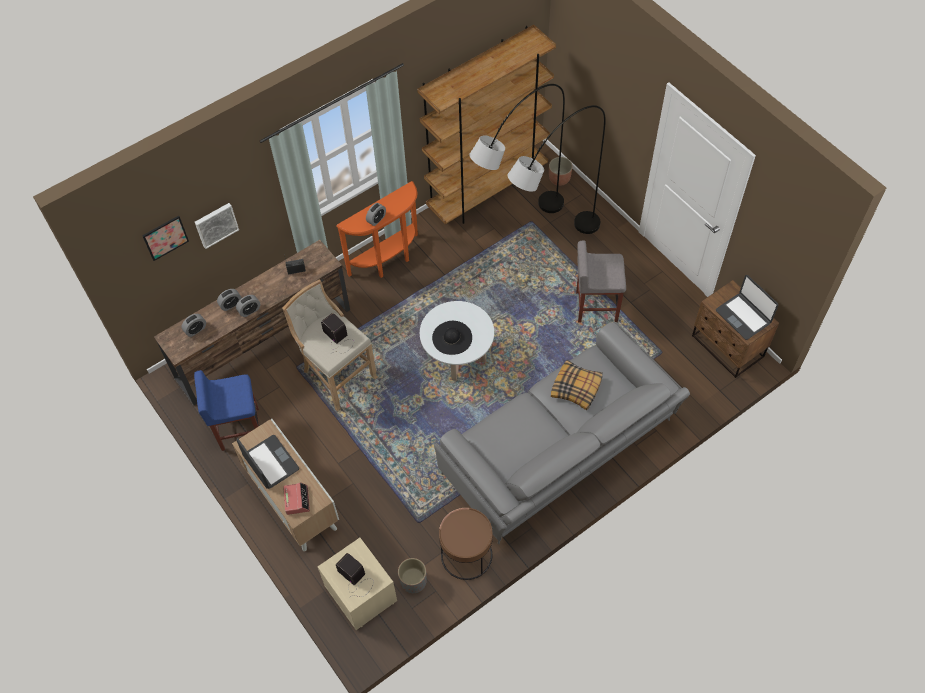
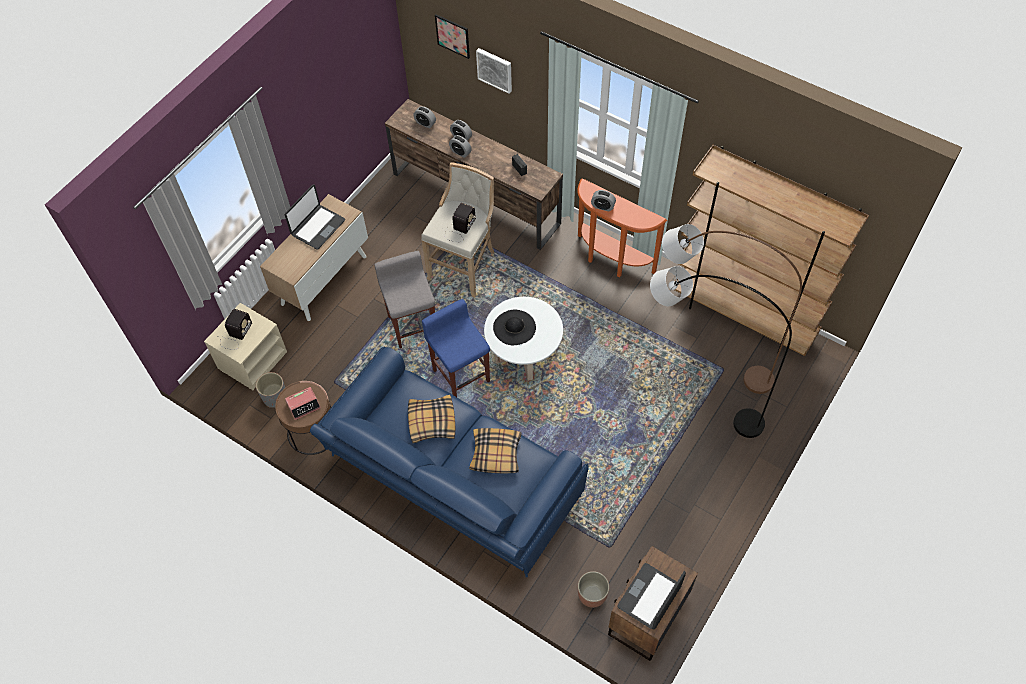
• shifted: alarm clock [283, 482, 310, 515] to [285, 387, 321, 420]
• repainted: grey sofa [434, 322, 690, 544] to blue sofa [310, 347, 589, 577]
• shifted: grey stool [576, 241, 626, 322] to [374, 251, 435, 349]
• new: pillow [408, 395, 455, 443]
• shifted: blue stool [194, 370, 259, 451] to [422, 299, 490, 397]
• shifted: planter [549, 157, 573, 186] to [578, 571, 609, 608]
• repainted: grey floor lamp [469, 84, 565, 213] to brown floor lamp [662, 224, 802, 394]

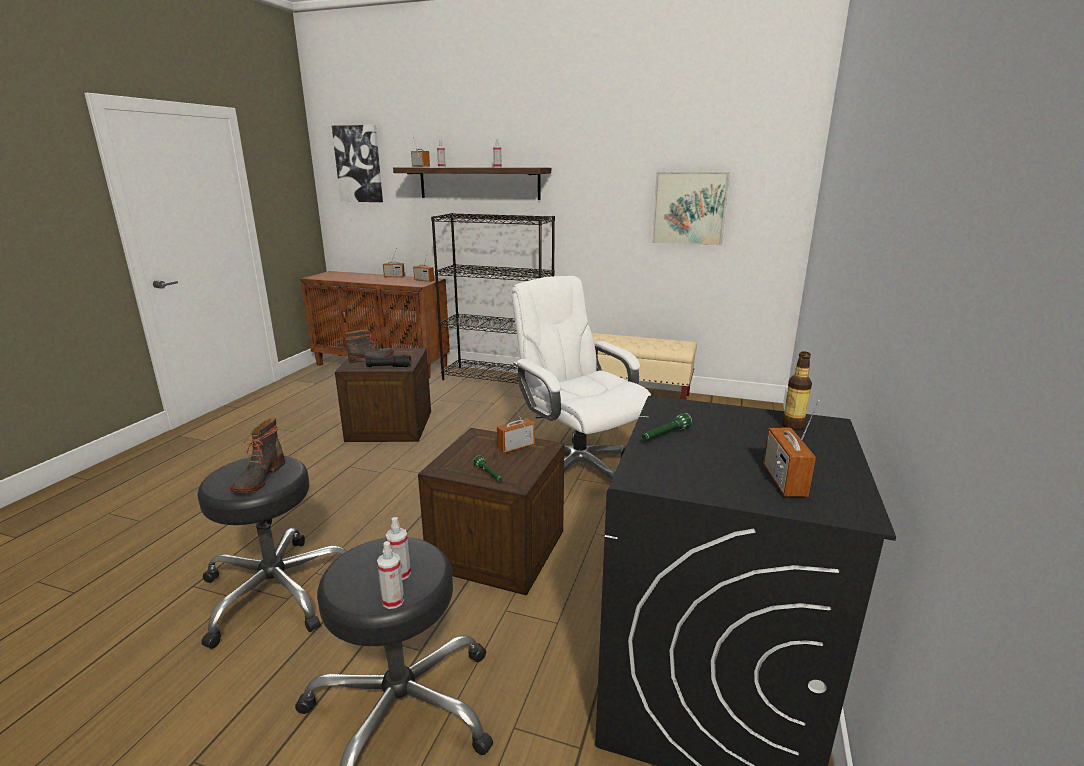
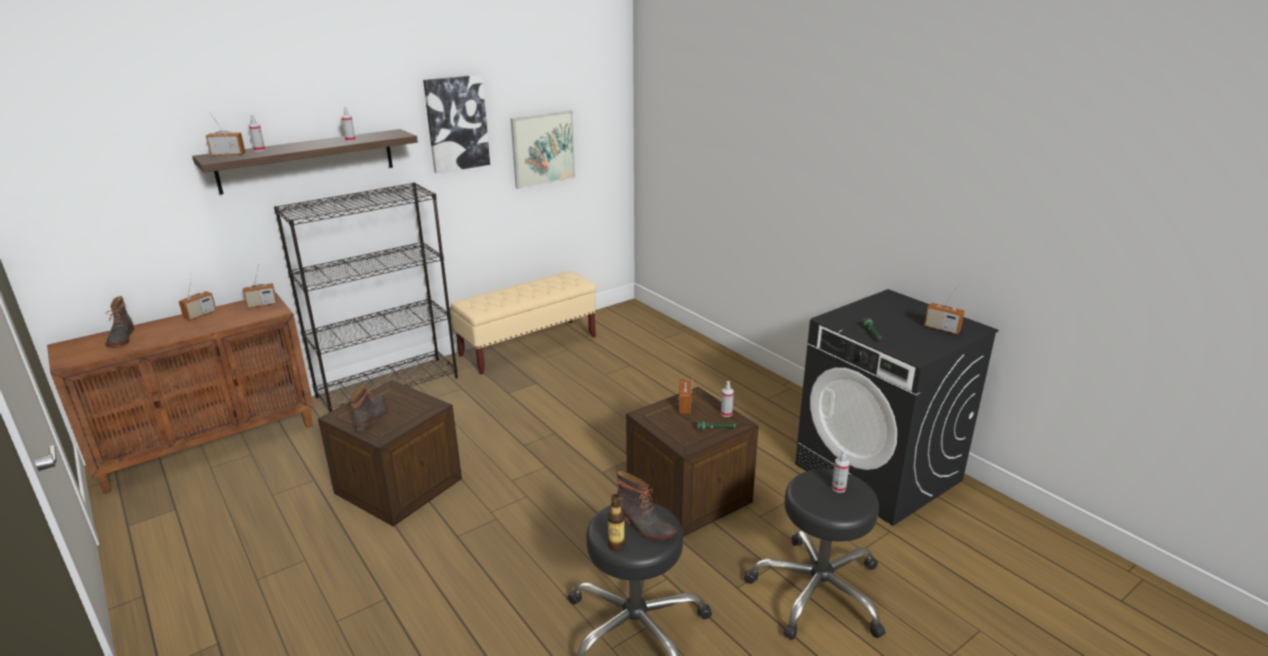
• new: boot [105, 296, 134, 346]
• shifted: picture [332, 125, 383, 202] to [423, 75, 490, 174]
• shifted: bottle [782, 351, 812, 430] to [607, 494, 625, 551]
• shifted: spray bottle [377, 541, 404, 609] to [721, 381, 734, 417]
• gone: black flashlight [366, 355, 411, 367]
• gone: white office chair [512, 276, 651, 480]

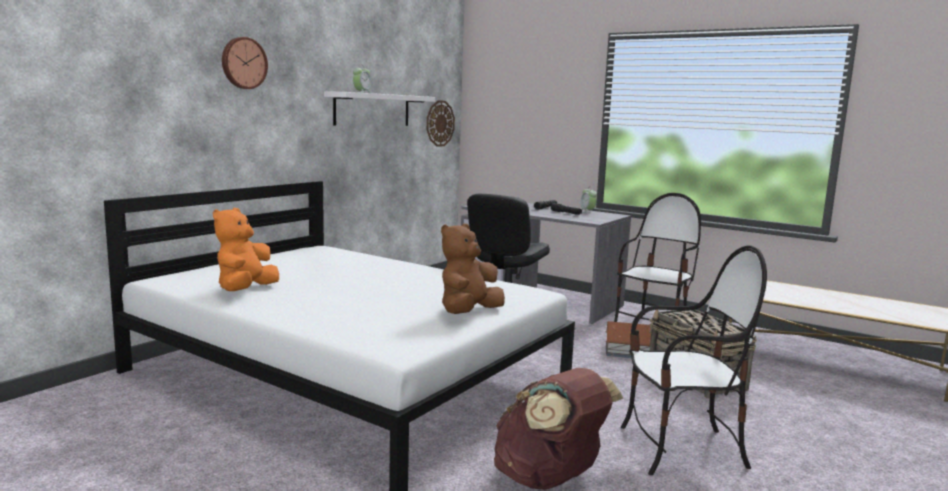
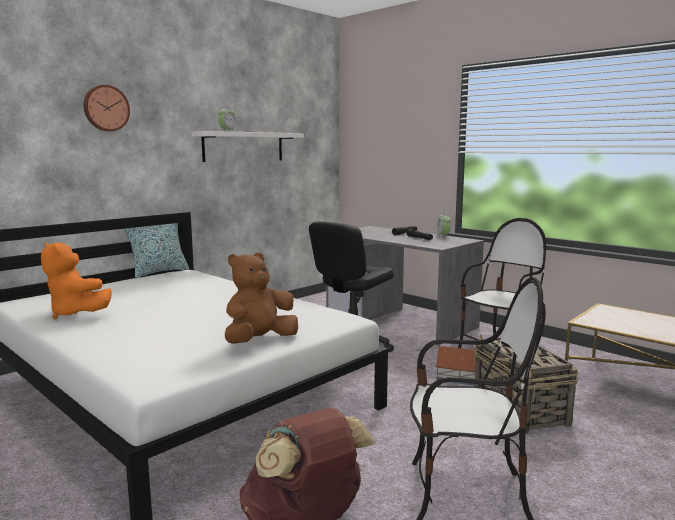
• rotated: orange plush toy [213, 208, 279, 291] = [41, 242, 112, 319] 75 degrees counterclockwise
• new: pillow [125, 223, 189, 278]
• gone: wall clock [427, 100, 455, 147]

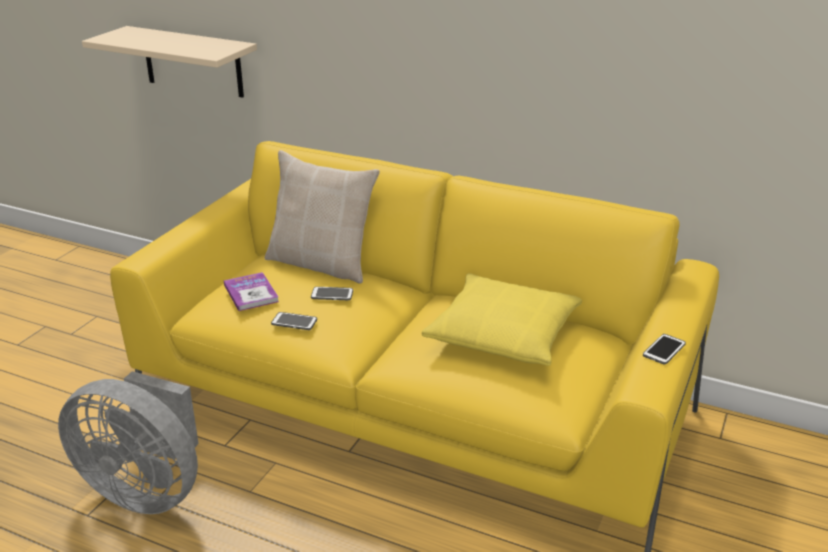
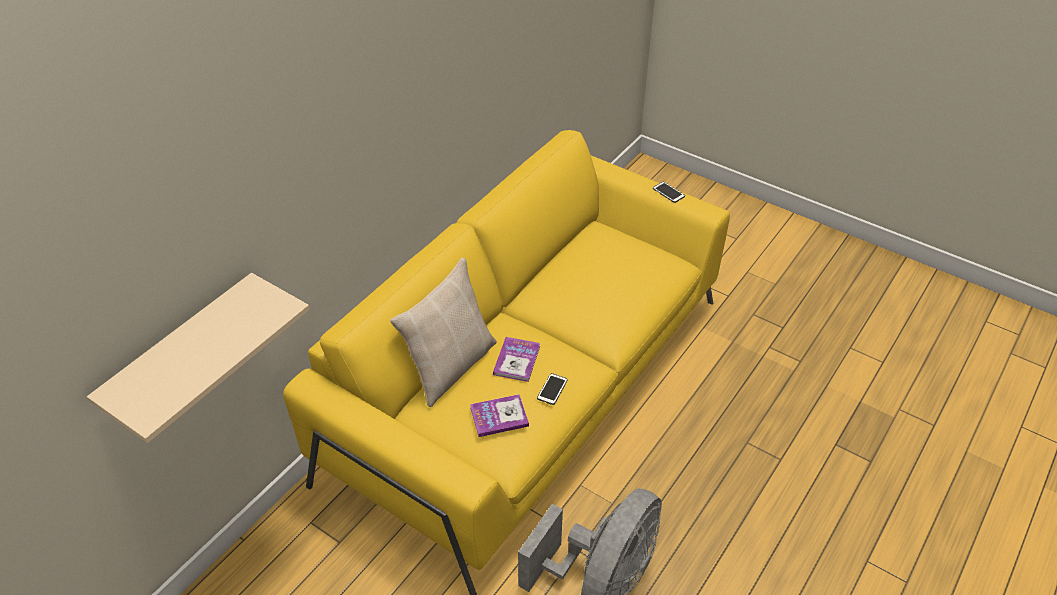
• swapped: phone [311, 287, 353, 300] to book [493, 337, 540, 382]
• gone: yellow pillow [422, 273, 582, 366]

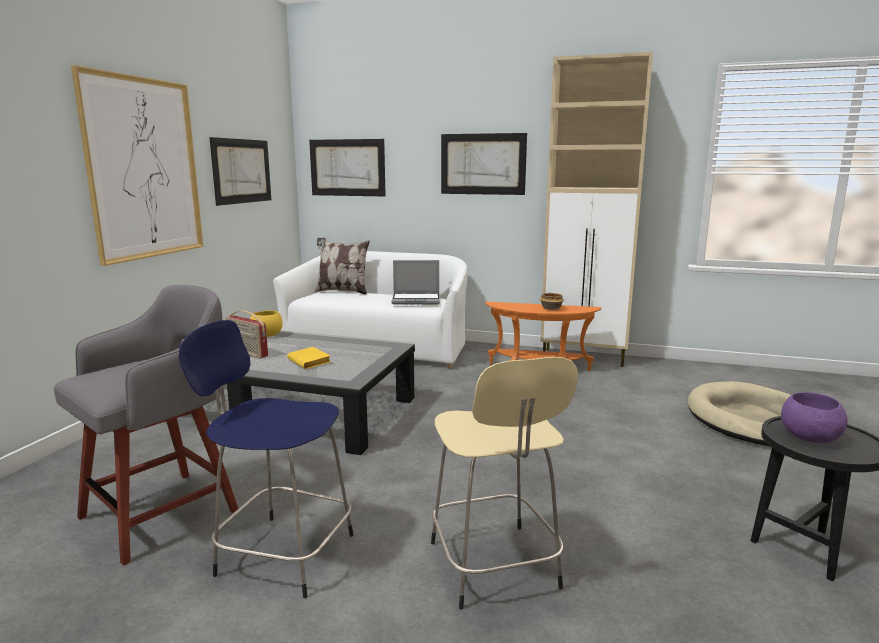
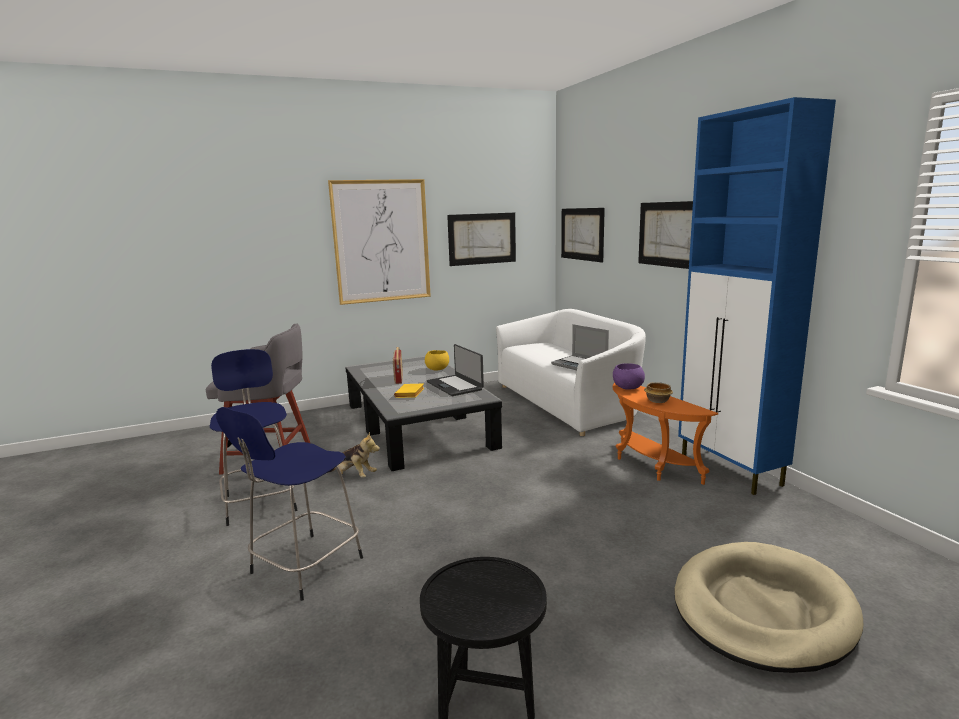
• repainted: beige stool [431, 357, 578, 610] to blue stool [216, 407, 363, 601]
• new: plush toy [327, 432, 380, 478]
• new: laptop [427, 344, 484, 396]
• shifted: purple bowl [781, 392, 848, 443] to [613, 363, 645, 390]
• repainted: beige cabinet [540, 52, 653, 367] to blue cabinet [678, 97, 836, 495]
• gone: pillow [315, 237, 370, 295]

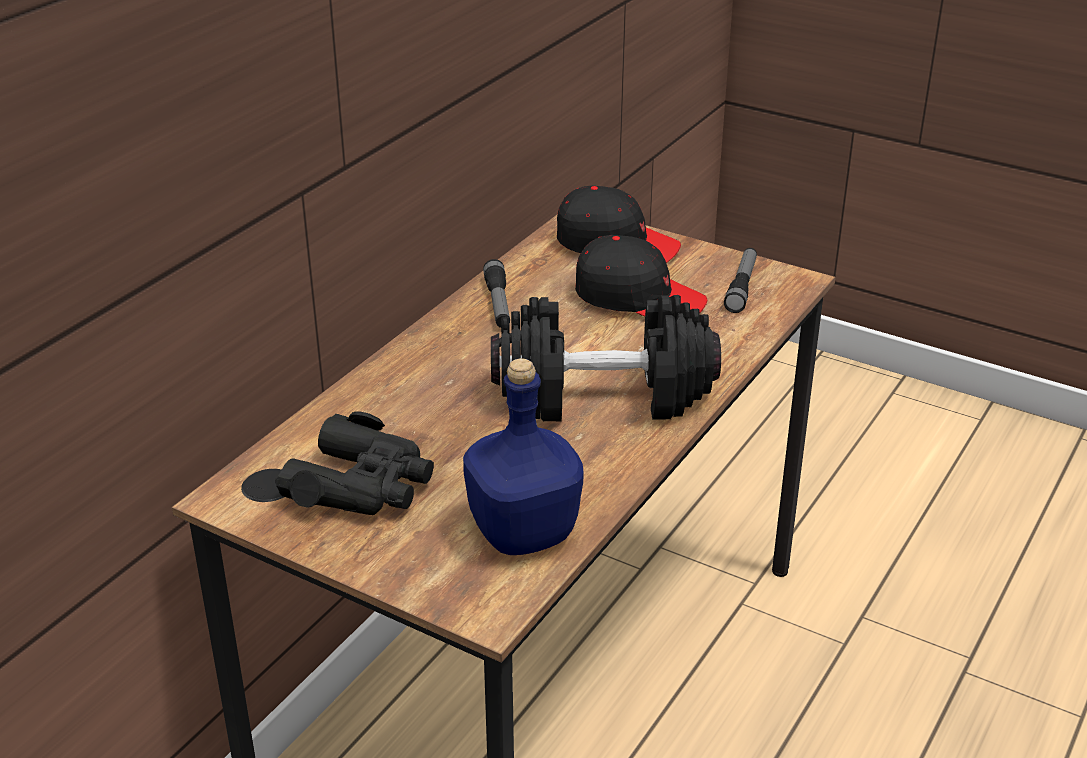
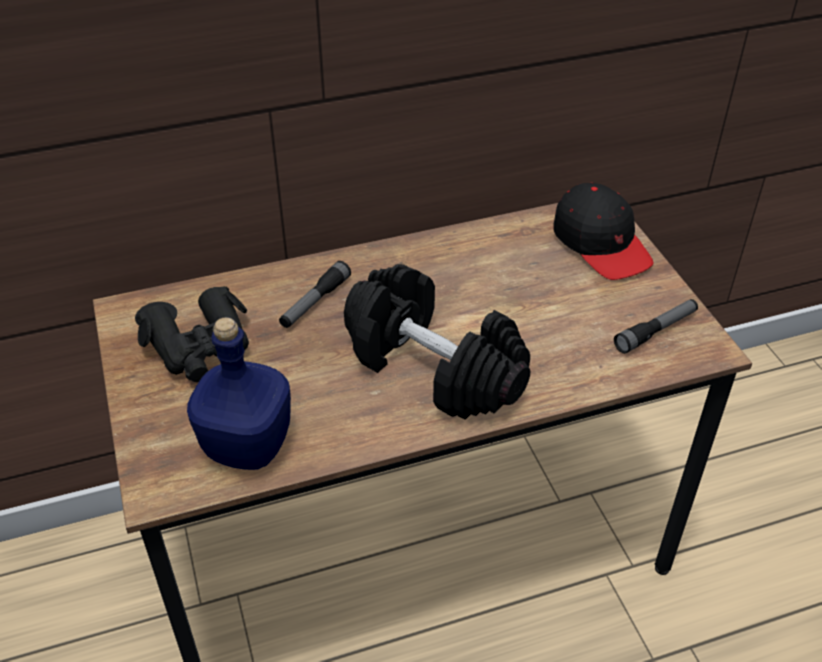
• shifted: flashlight [483, 259, 510, 328] to [279, 261, 351, 328]
• gone: black cap [575, 235, 707, 316]

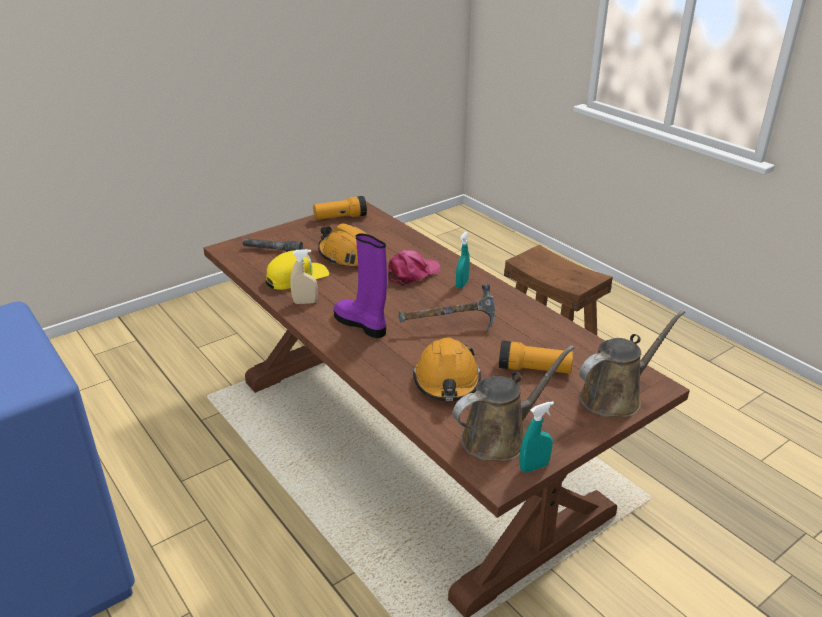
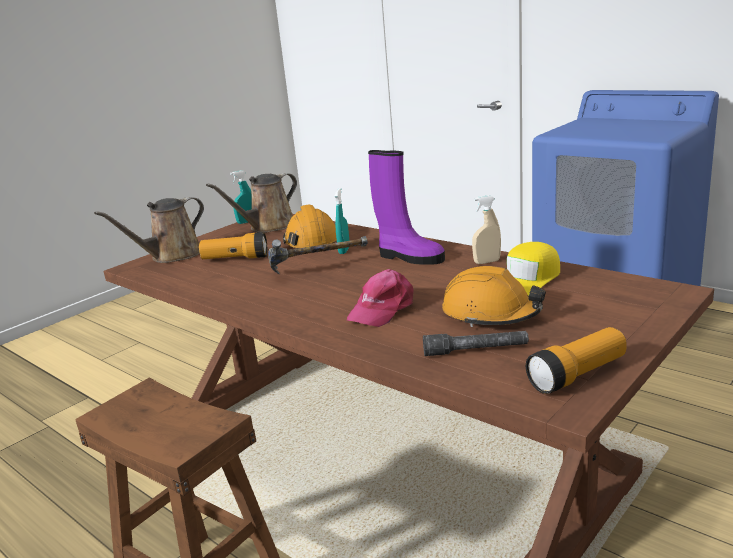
• shifted: turquoise spray bottle [456, 232, 470, 289] to [335, 188, 349, 254]
• shifted: grey flashlight [243, 238, 303, 252] to [423, 331, 529, 356]

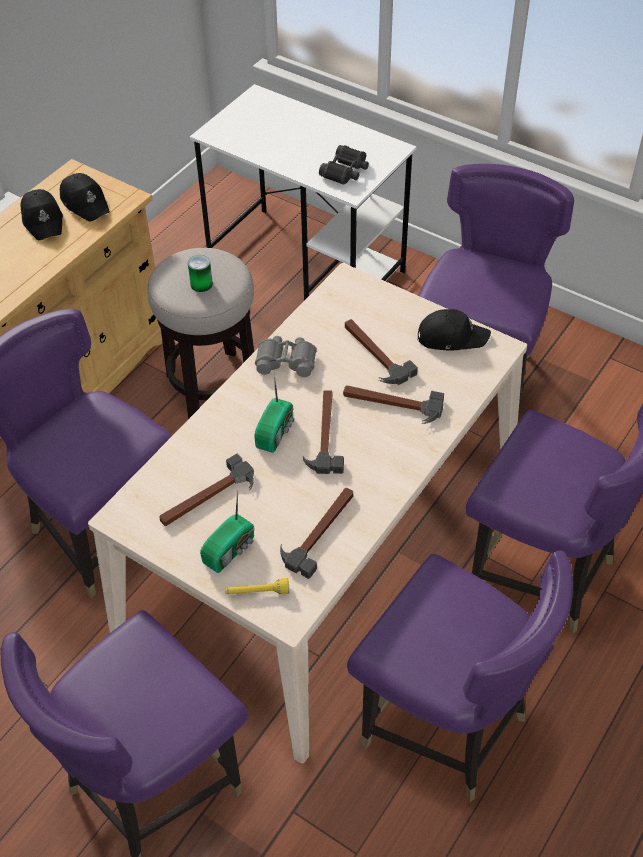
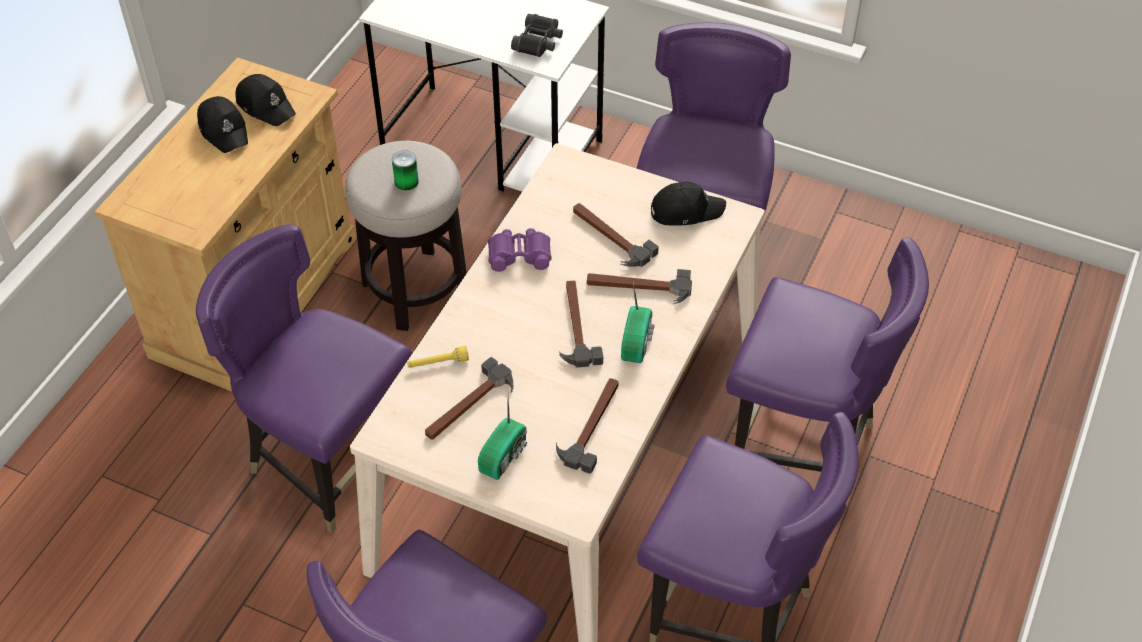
• shifted: yellow flashlight [225, 578, 290, 595] to [407, 346, 469, 368]
• repainted: grey binoculars [255, 336, 317, 377] to purple binoculars [488, 228, 552, 272]
• shifted: radio [254, 374, 295, 453] to [621, 282, 655, 363]

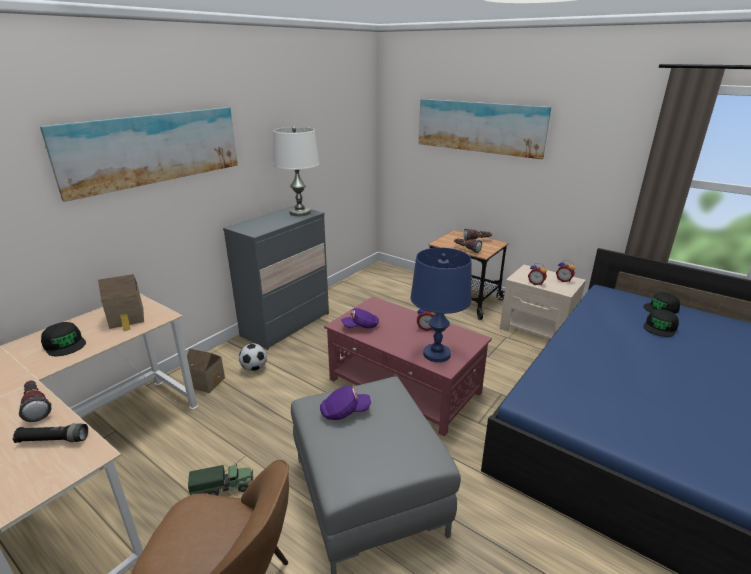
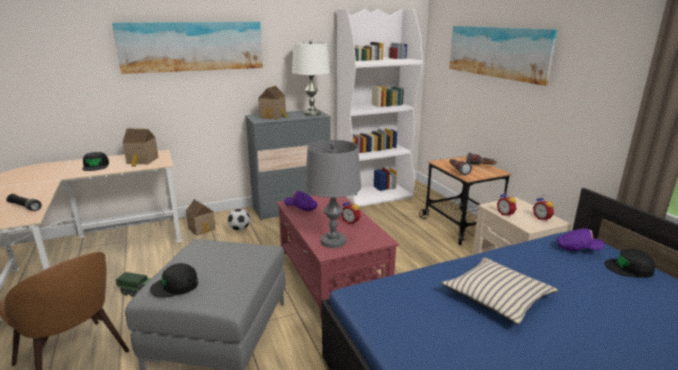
• shifted: black cap [643, 309, 679, 337] to [150, 263, 198, 298]
• new: toy house [258, 85, 289, 119]
• repainted: blue table lamp [411, 247, 472, 362] to grey table lamp [305, 140, 361, 248]
• new: white bookcase [337, 9, 423, 207]
• new: beige pillow [441, 257, 558, 325]
• shifted: purple cap [320, 386, 371, 420] to [557, 228, 605, 251]
• gone: flashlight [18, 380, 52, 422]

